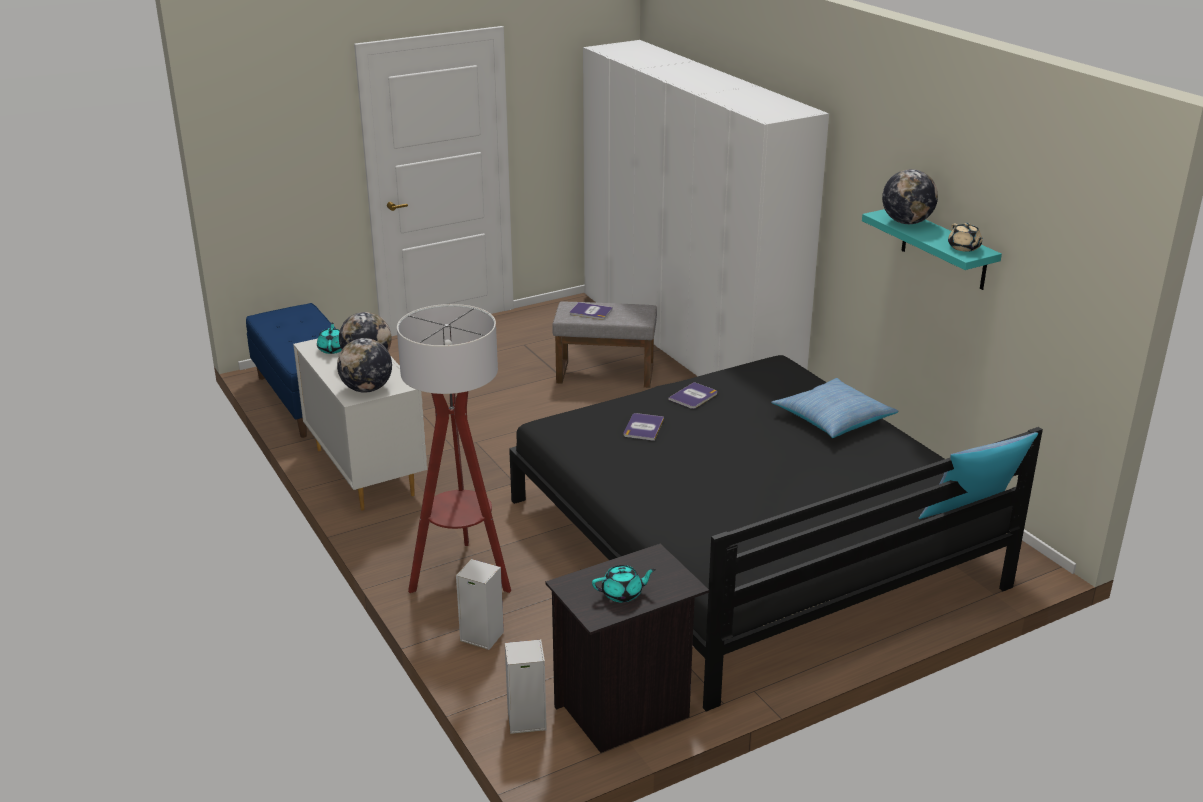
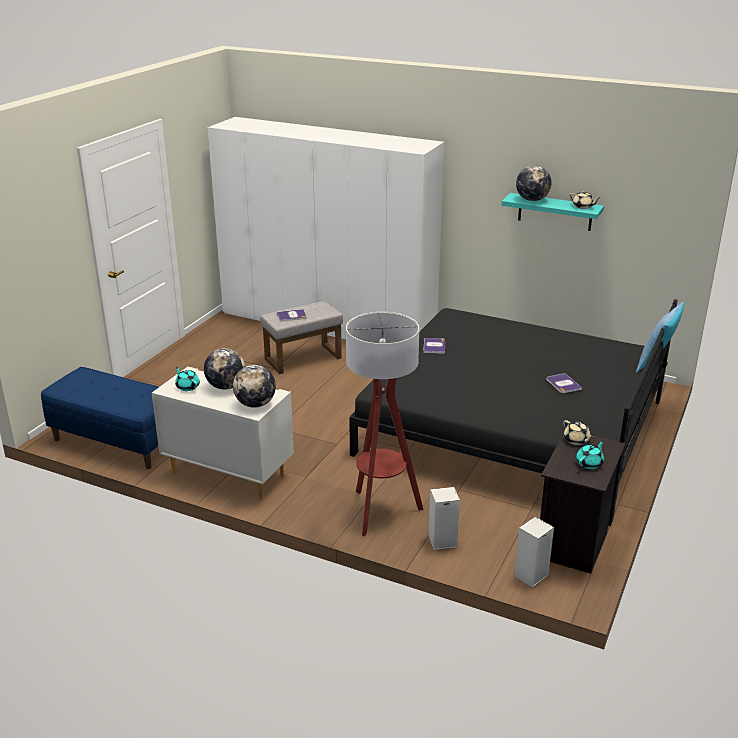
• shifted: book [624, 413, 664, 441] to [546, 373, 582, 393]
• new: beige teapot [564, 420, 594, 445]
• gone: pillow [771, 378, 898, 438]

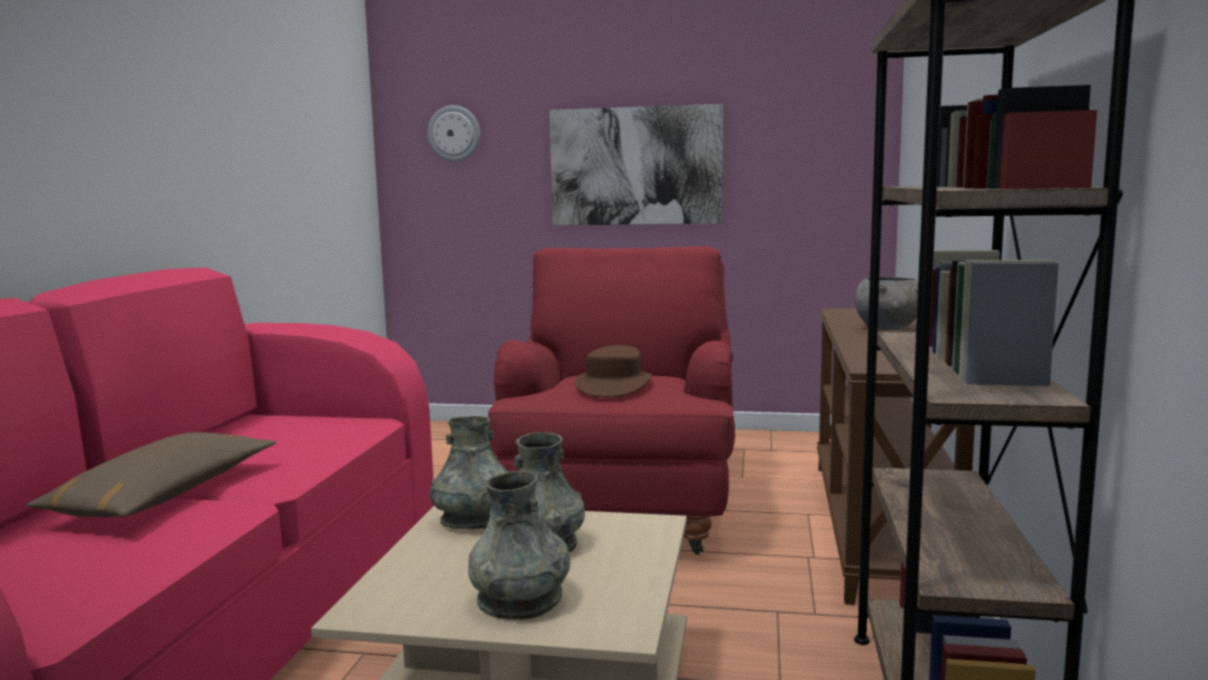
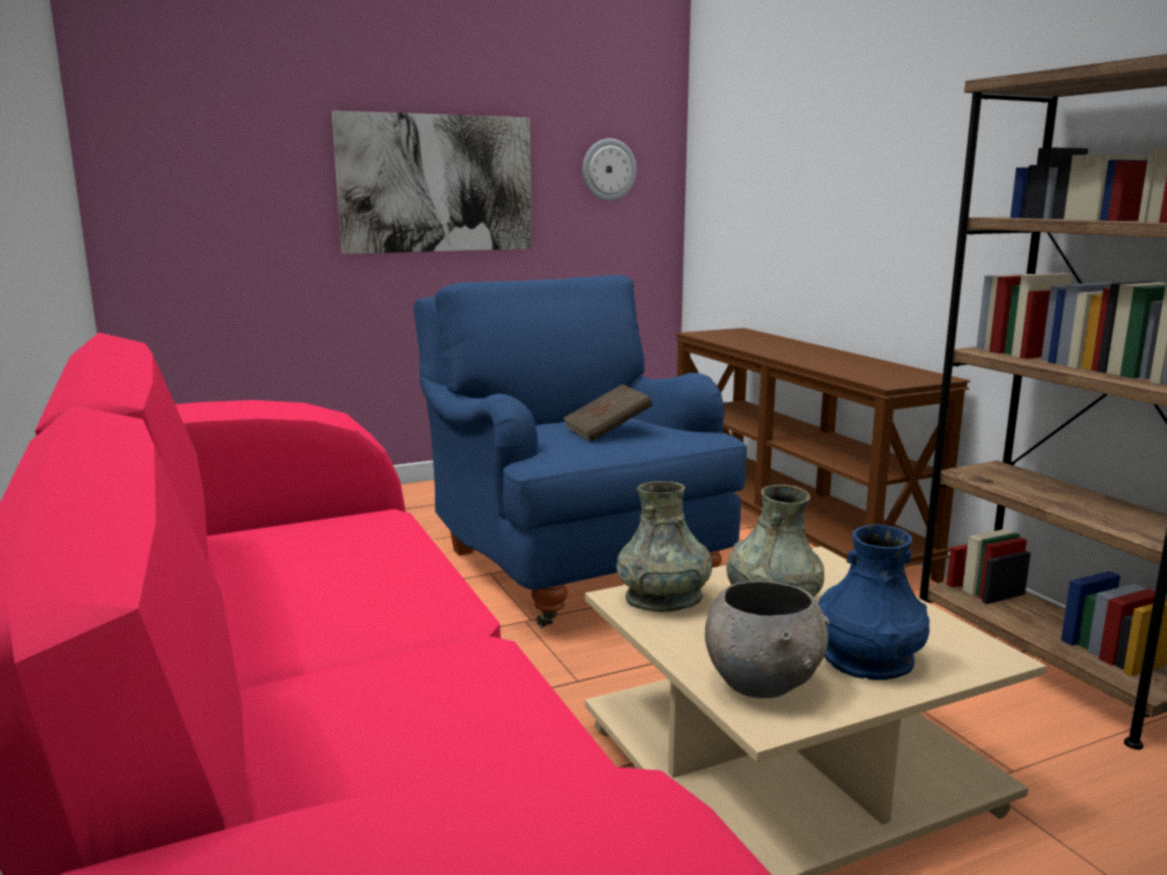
• repainted: red armchair [488, 246, 735, 555] to blue armchair [413, 275, 747, 628]
• swapped: brown hat [575, 345, 652, 397] to brown book [563, 384, 652, 442]
• shifted: wall clock [428, 105, 480, 162] to [582, 138, 637, 201]
• shifted: grey bowl [855, 277, 918, 330] to [705, 581, 830, 698]
• repainted: grey vase [468, 471, 570, 620] to blue vase [818, 524, 930, 680]
• gone: brown pillow [26, 432, 276, 517]

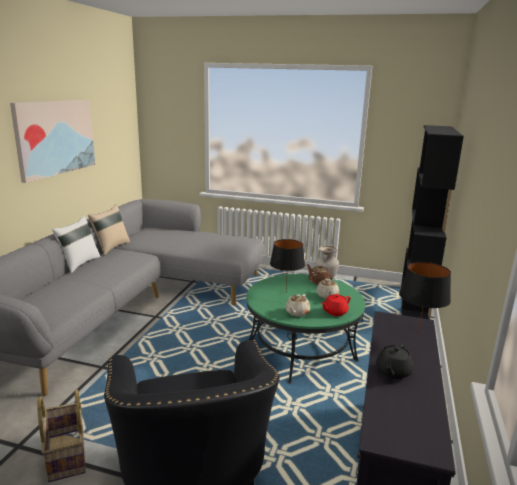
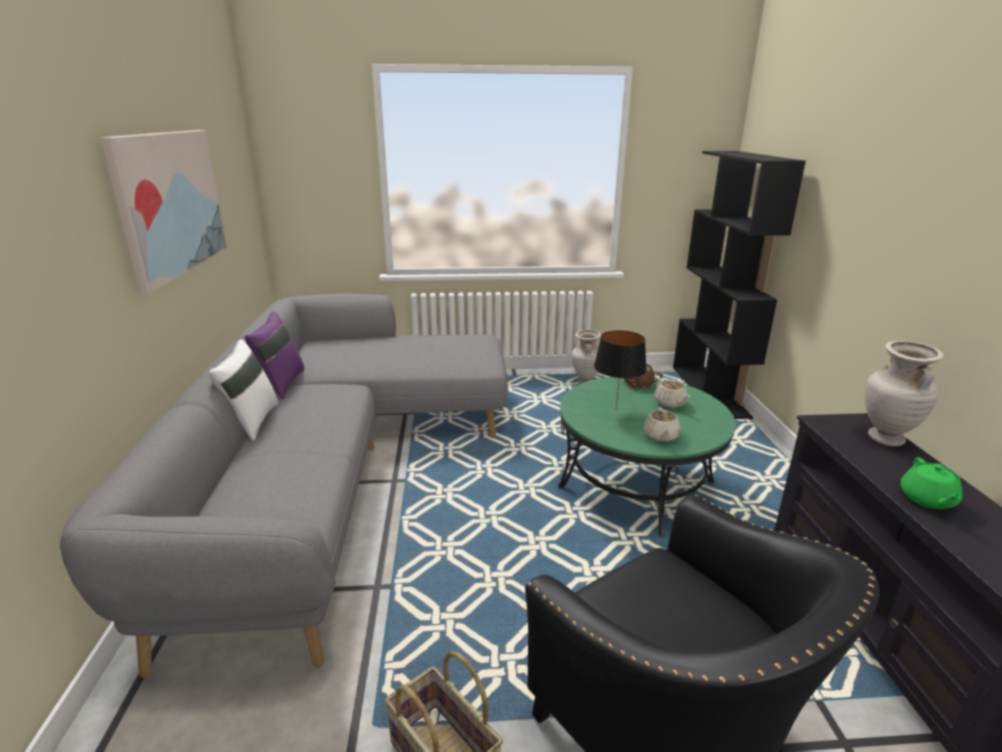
• repainted: beige pillow [88, 205, 130, 255] to purple pillow [245, 312, 304, 399]
• swapped: black table lamp [399, 262, 451, 336] to beige vase [865, 341, 943, 447]
• repainted: black teapot [376, 344, 414, 379] to green teapot [901, 457, 963, 509]
• gone: red teapot [321, 294, 351, 316]

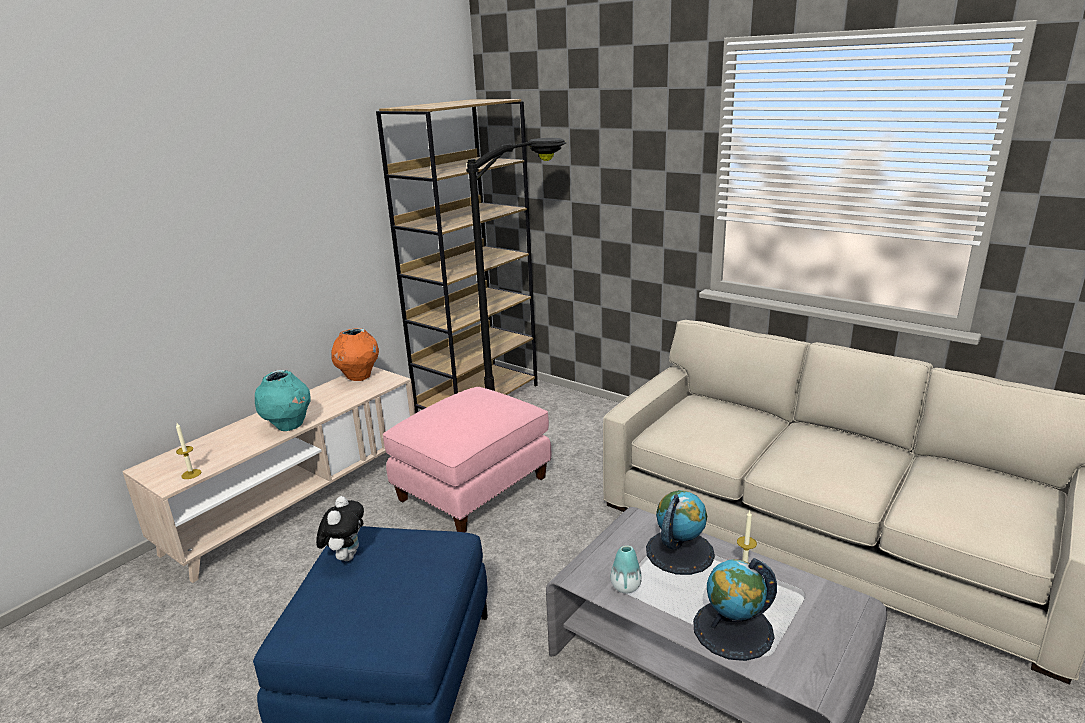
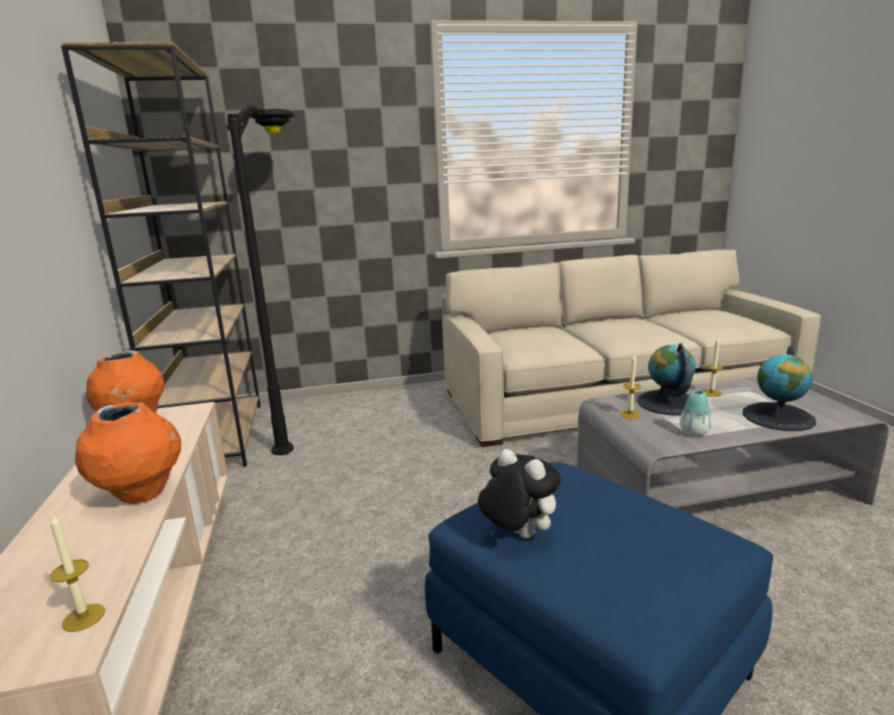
• repainted: turquoise vase [255, 370, 311, 431] to orange vase [75, 402, 181, 504]
• new: candle [620, 355, 641, 419]
• gone: pink ottoman [383, 387, 551, 532]

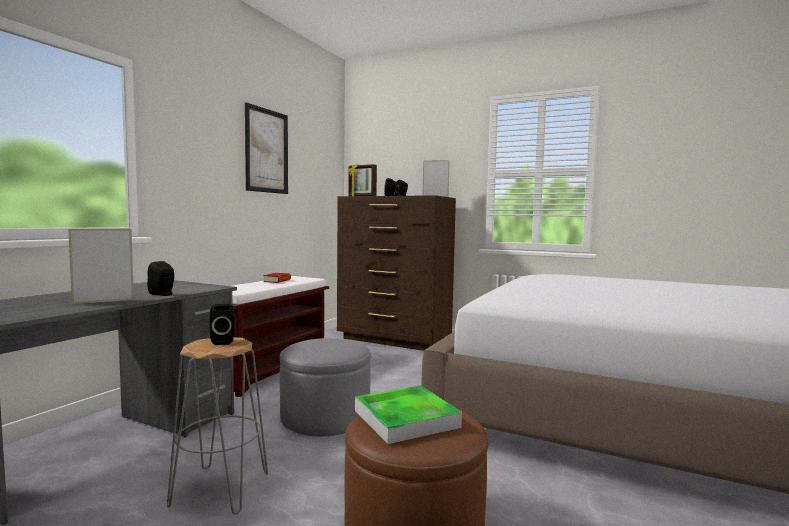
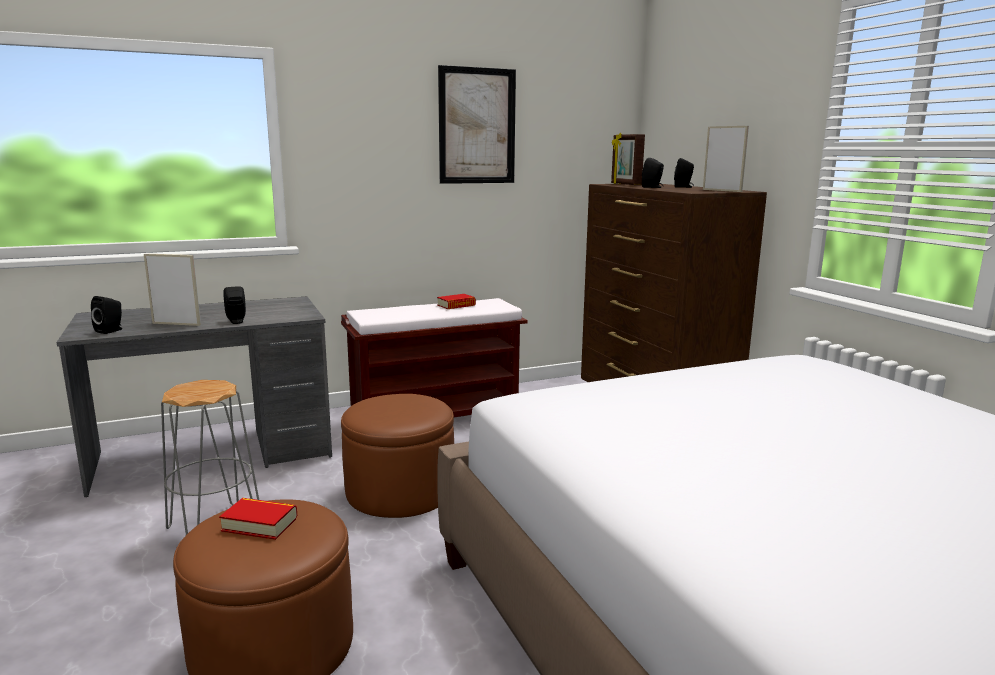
• shifted: black speaker [209, 304, 235, 345] to [91, 296, 122, 334]
• swapped: tray [355, 386, 462, 444] to book [219, 498, 297, 540]
• repainted: grey ottoman [280, 338, 371, 436] to brown ottoman [341, 394, 454, 518]

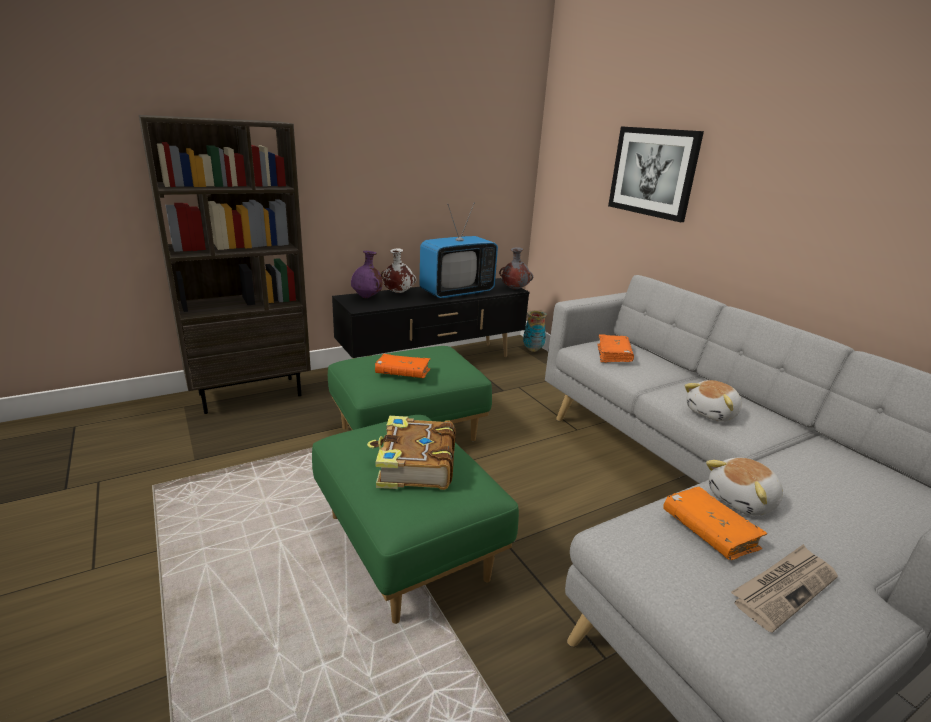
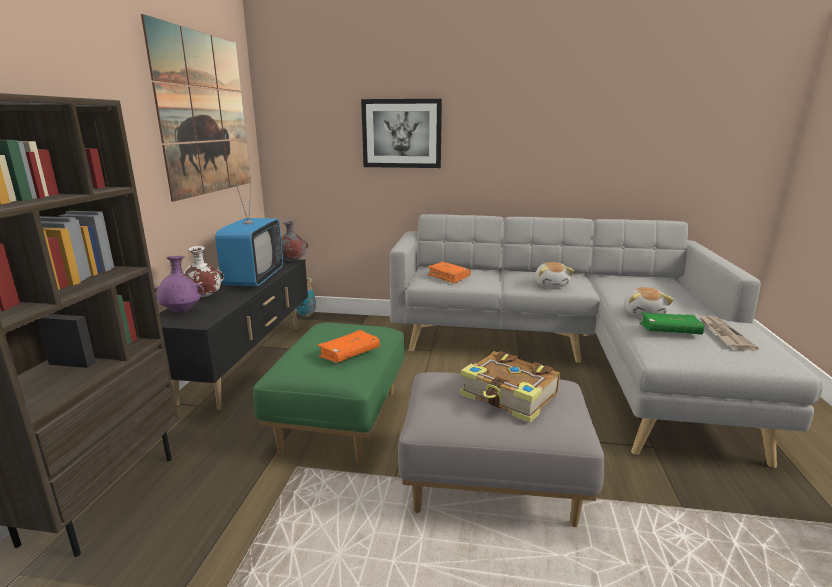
• new: picture [141, 14, 251, 202]
• repainted: green ottoman [312, 415, 519, 624] to grey ottoman [398, 372, 604, 527]
• repainted: orange book [663, 487, 767, 560] to green book [640, 312, 704, 334]

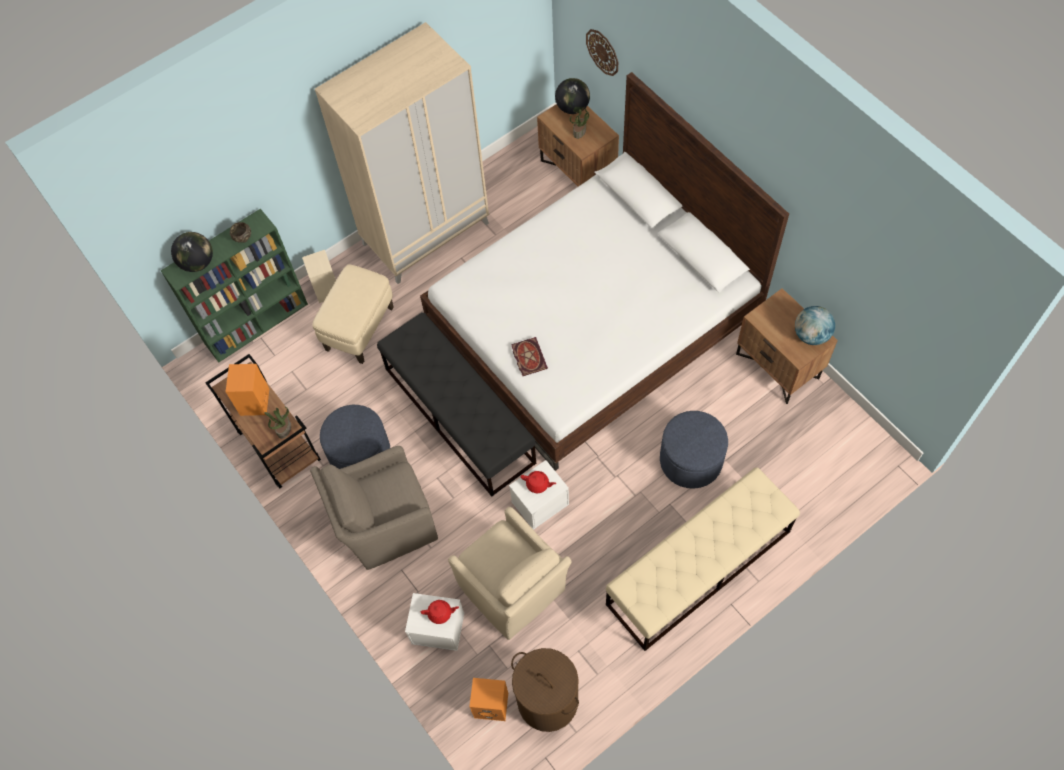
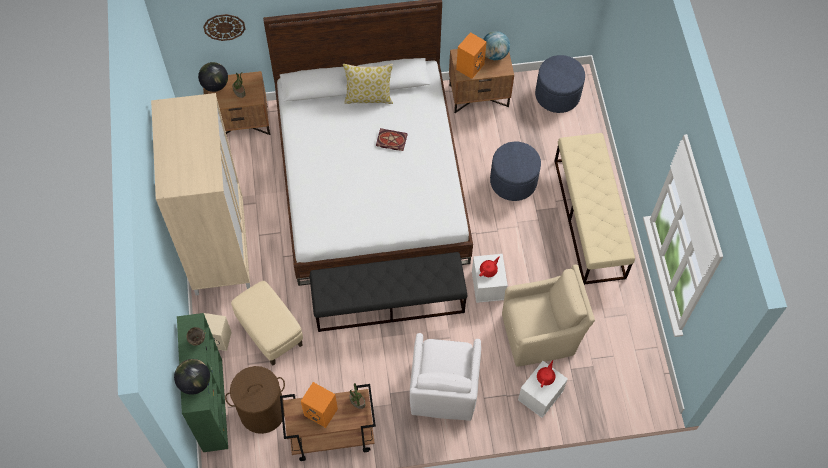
• shifted: brown laundry basket [511, 648, 579, 732] to [225, 366, 285, 434]
• new: pillow [343, 64, 393, 104]
• shifted: book [511, 337, 548, 376] to [376, 128, 408, 151]
• repainted: brown armchair [310, 446, 438, 570] to white armchair [410, 333, 481, 421]
• shifted: orange speaker [469, 678, 508, 721] to [456, 32, 487, 79]
• shifted: blue ottoman [320, 405, 390, 469] to [535, 55, 585, 113]

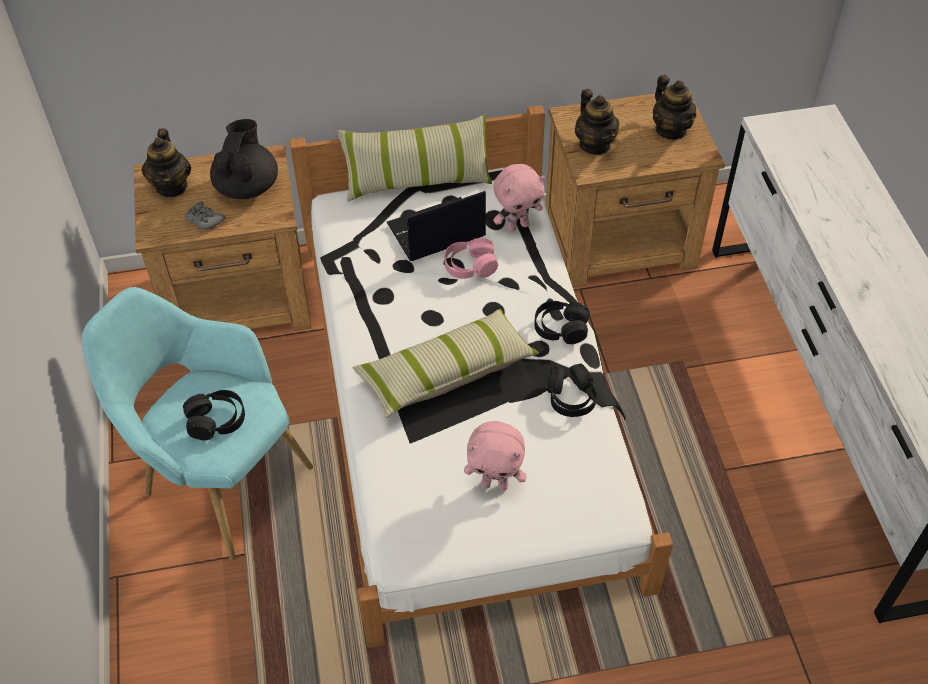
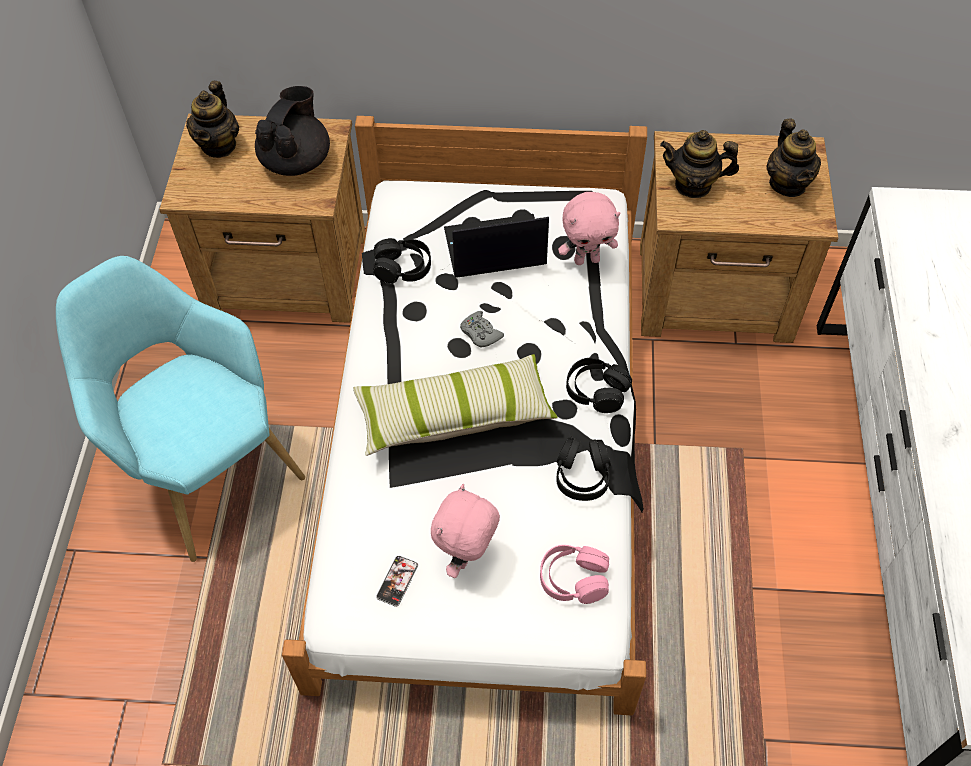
• shifted: black headphones [183, 390, 245, 440] to [373, 238, 431, 284]
• new: phone [376, 556, 418, 607]
• rotated: pink plush toy [464, 421, 527, 491] = [431, 484, 500, 578] 90 degrees clockwise
• shifted: grey game controller [185, 202, 225, 230] to [460, 311, 504, 347]
• shifted: pink headphones [444, 238, 498, 279] to [540, 545, 609, 604]
• rotated: teapot [575, 89, 620, 155] = [660, 130, 739, 198] 105 degrees clockwise
• gone: pillow [338, 114, 492, 202]

